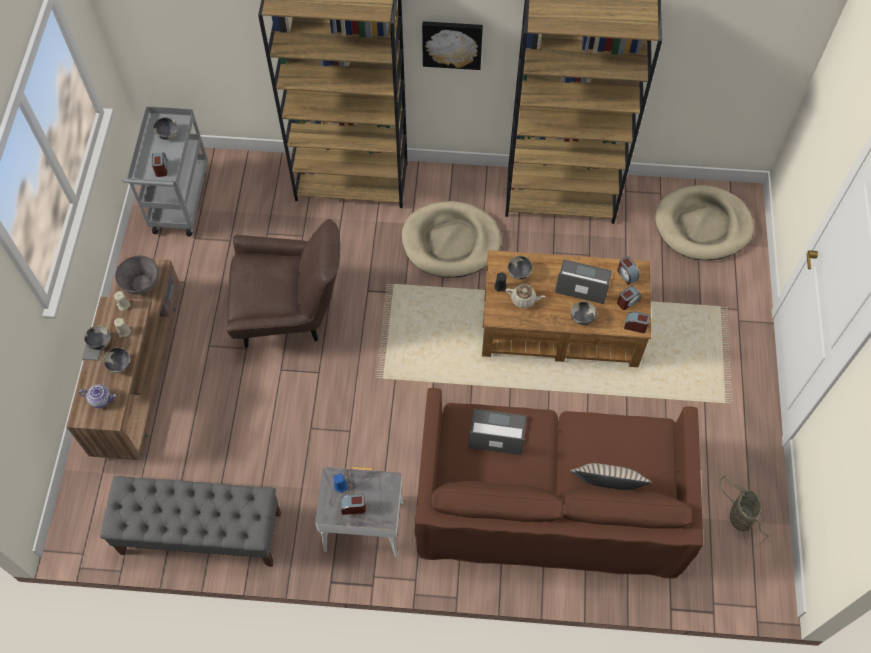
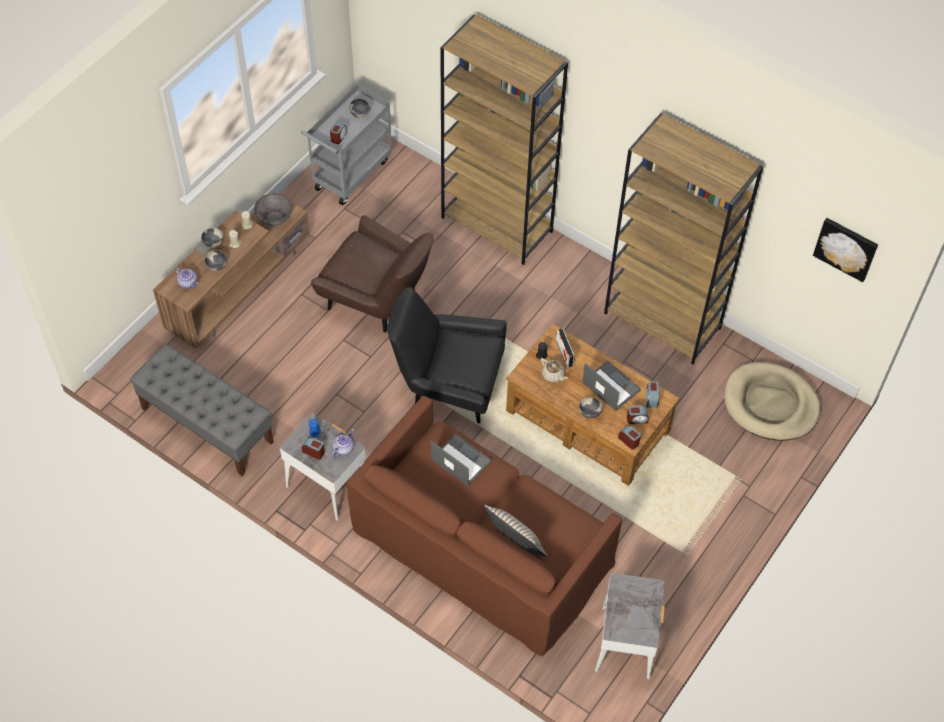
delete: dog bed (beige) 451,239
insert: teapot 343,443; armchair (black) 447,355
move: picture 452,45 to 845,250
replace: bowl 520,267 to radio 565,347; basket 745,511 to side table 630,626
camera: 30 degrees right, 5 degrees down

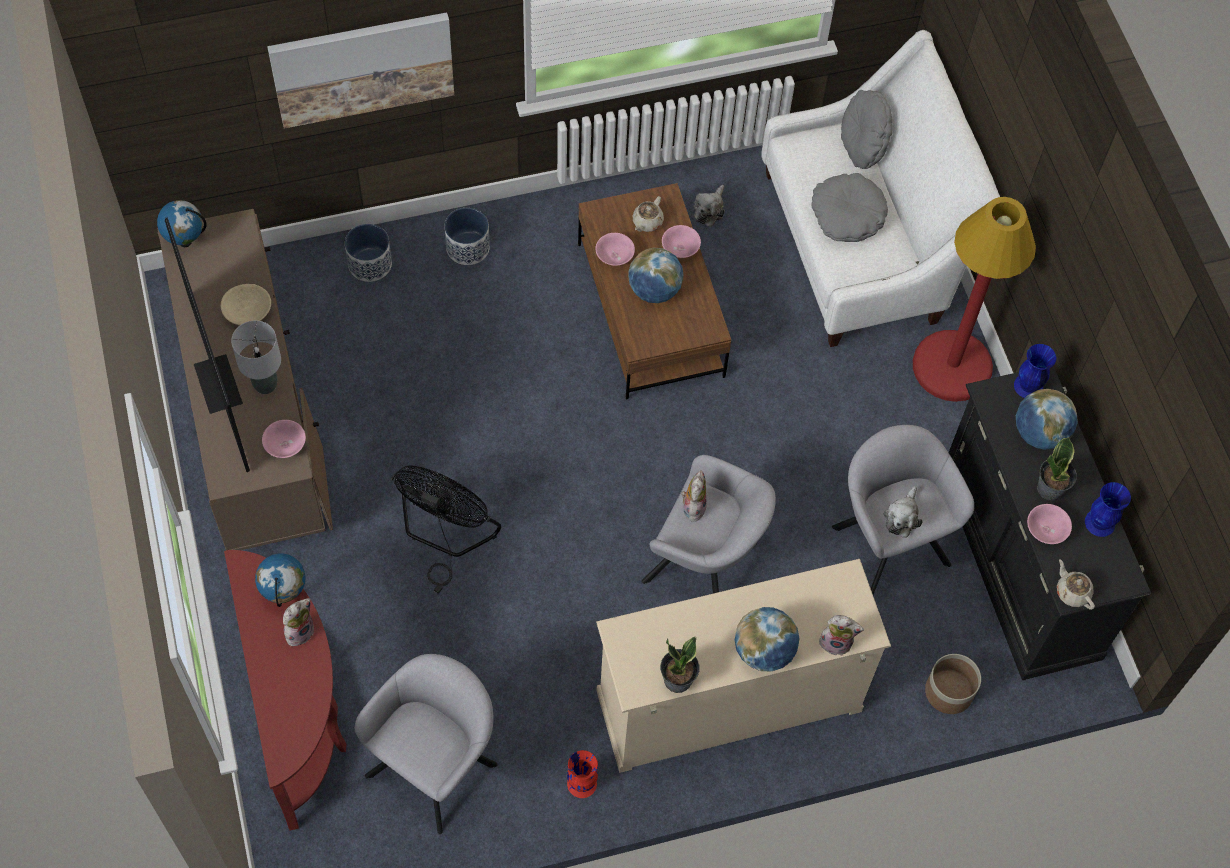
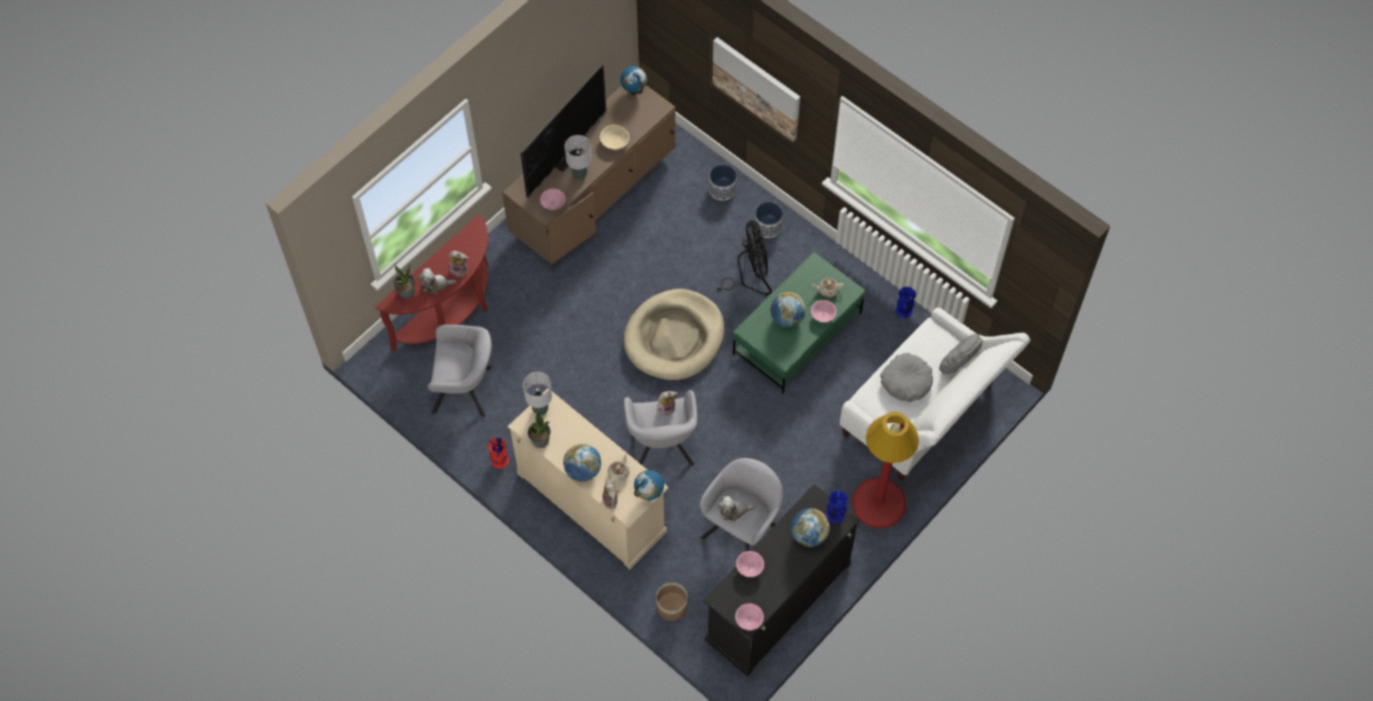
insert: table lamp (grey) 537,394; dog bed (beige) 674,335
move: globe 280,580 to 649,485; fan (black) 446,530 to 744,258; bowl (pink) 615,249 to 749,616; plush toy 709,206 to 437,281; potted plant 1057,469 to 404,280; teapot (beige) 1076,584 to 619,468; vase (blue) 1108,509 to 906,302
recolor: coffee table (brown) 654,291 to coffee table (green) 799,323
camera: 60 degrees right, 0 degrees up

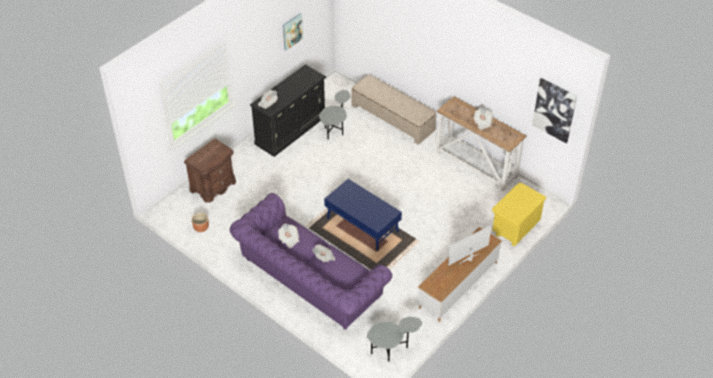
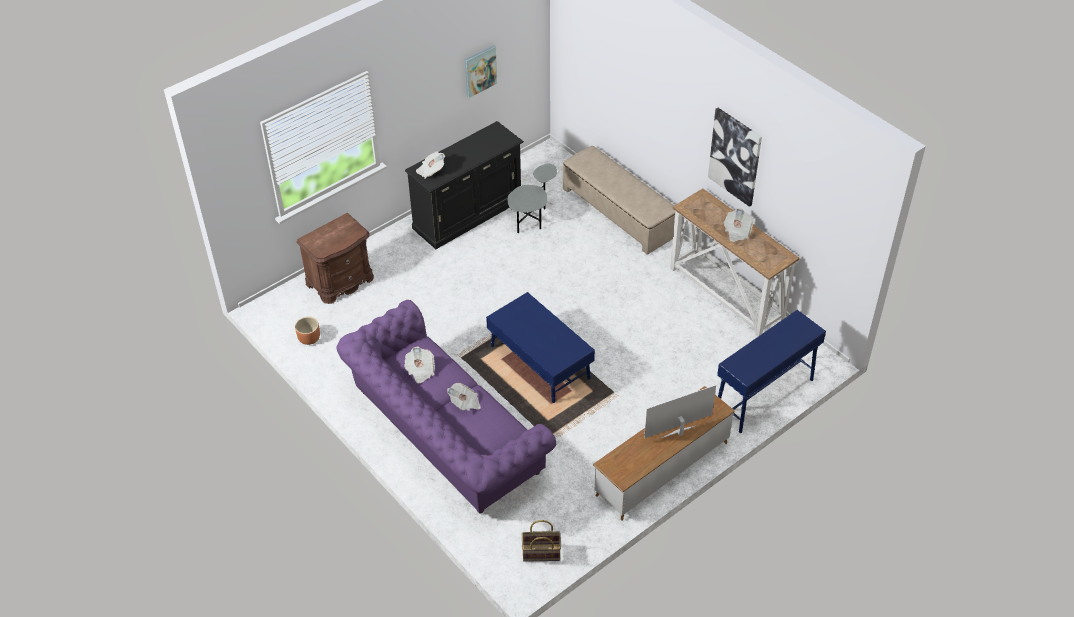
move: picture 554,110 to 735,157
replace: side table (grey) 394,339 to basket 541,541; nightstand (yellow) 519,214 to console table (blue) 771,371
camera: 10 degrees right, 0 degrees up

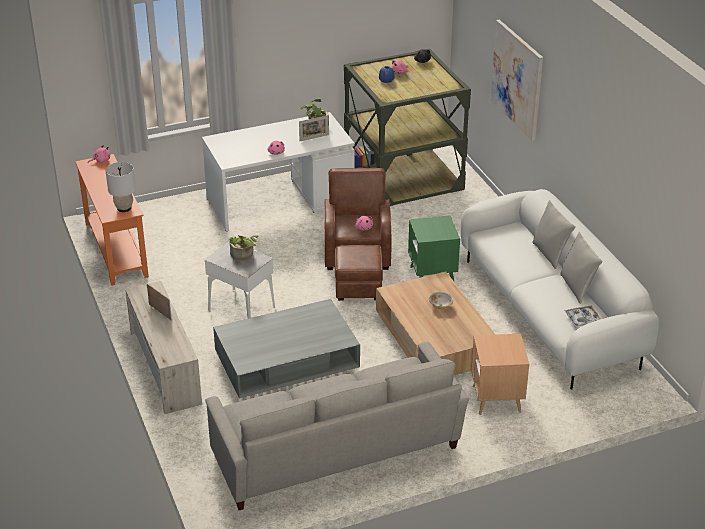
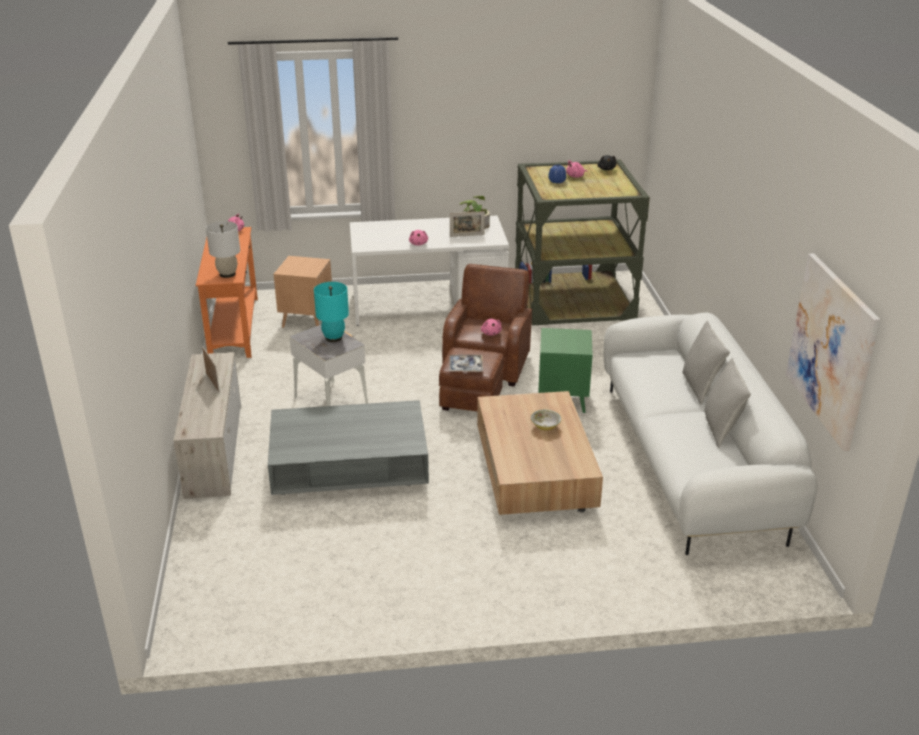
delete: sofa (grey) 337,426
move: side table (brown) 500,374 to 303,292; picture 517,80 to 833,352; tray 582,316 to 466,363
replace: potted plant 244,248 to table lamp (turquoise) 331,312
camera: 15 degrees right, 5 degrees down

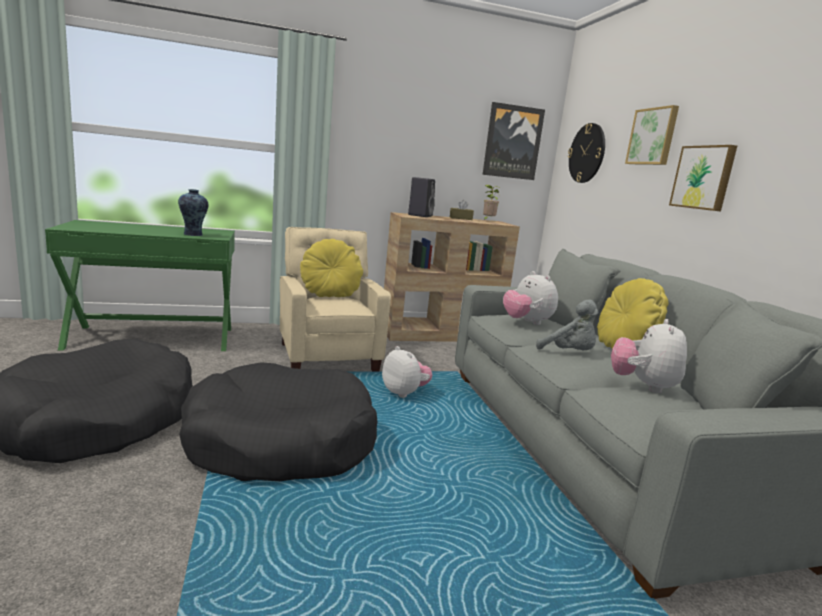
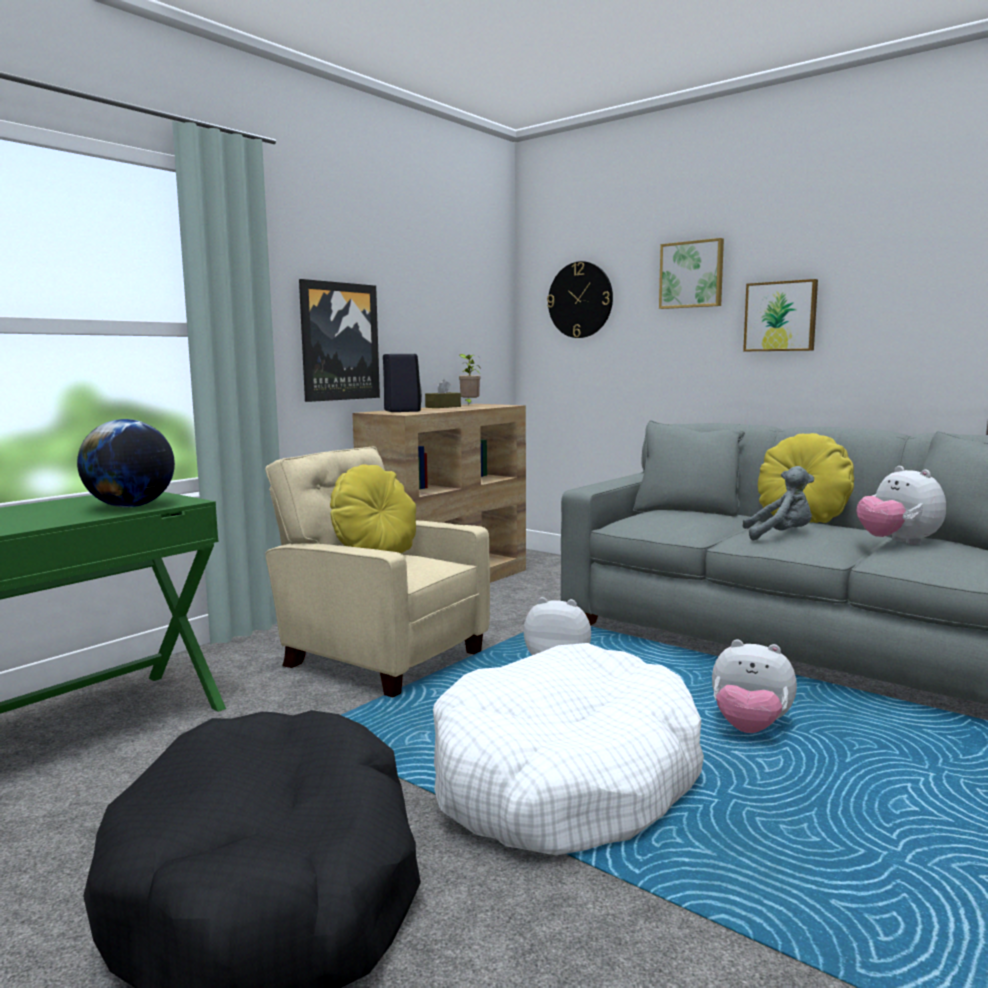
move: picture 514,141 to 339,340; plush toy 530,298 to 754,686
replace: vase 193,212 to globe 126,463
recolor: dog bed (black) 278,421 to dog bed (white) 568,749
camera: 35 degrees left, 5 degrees down

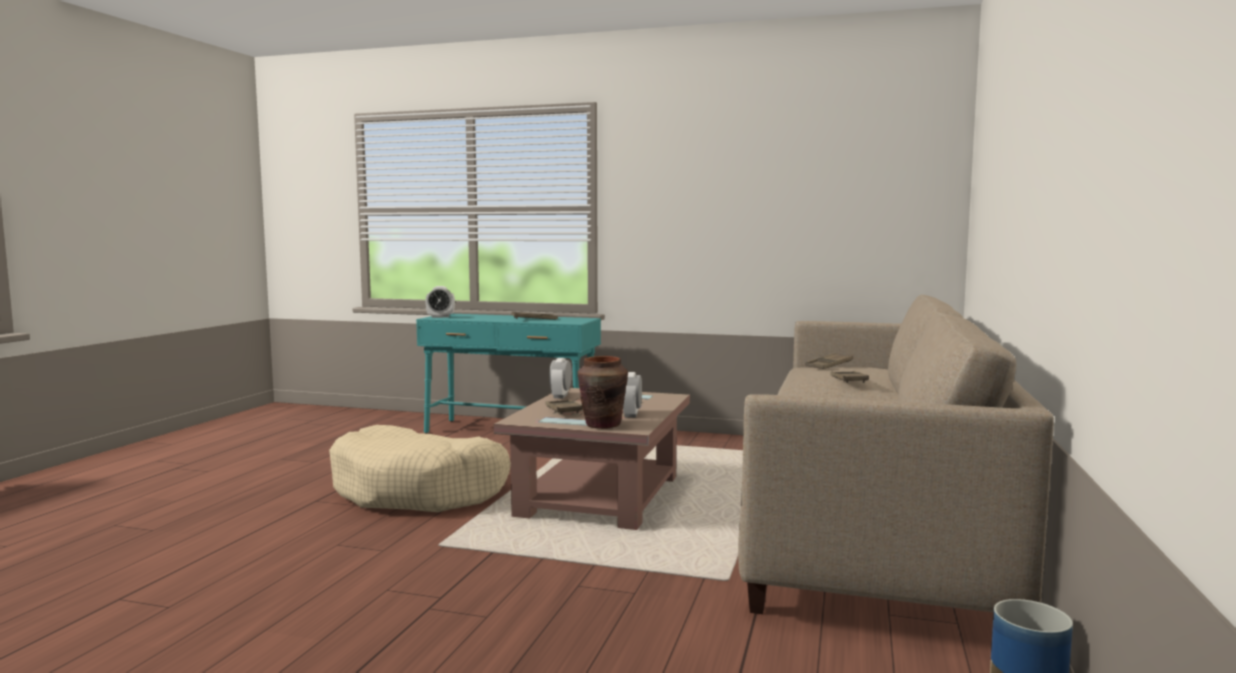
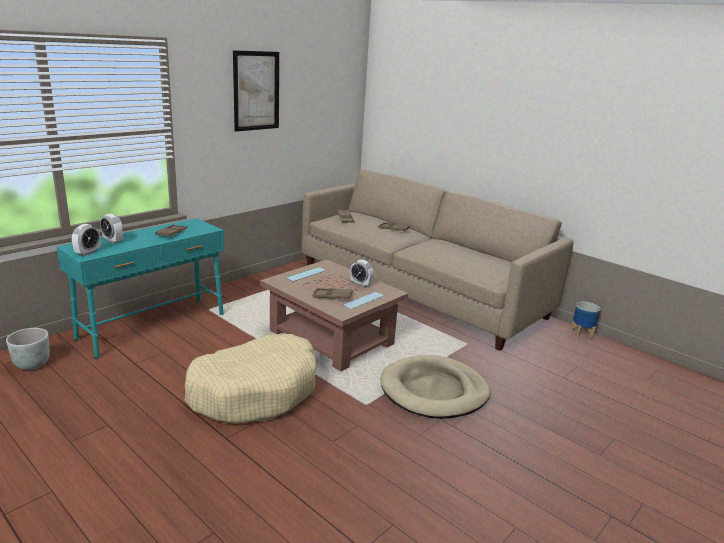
delete: vase (brown) 602,392
insert: planter (grey) 28,349; picture 256,91; dog bed (beige) 435,387
move: alarm clock 560,378 to 111,228
camera: 65 degrees left, 15 degrees up

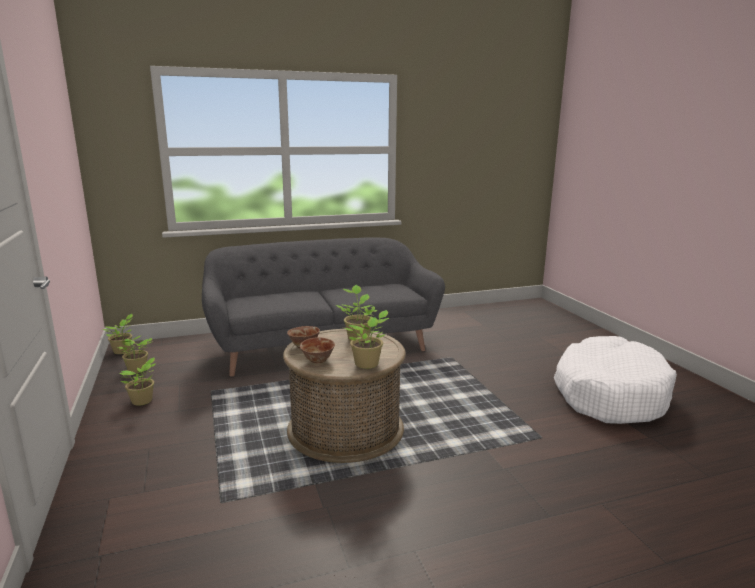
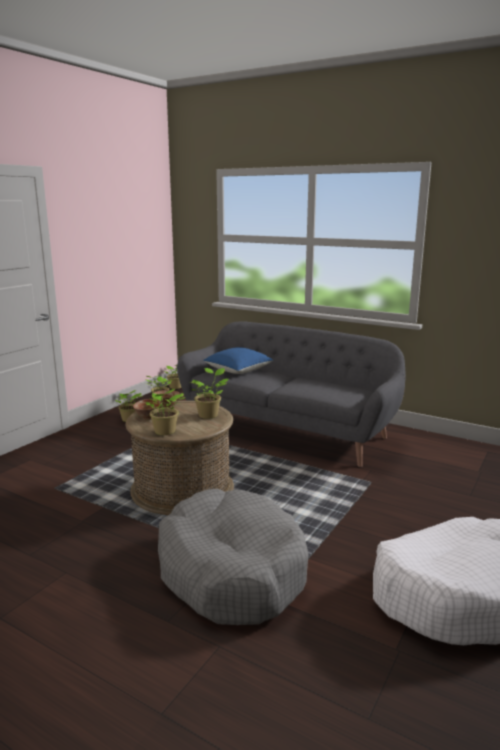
insert: dog bed (grey) 233,557; pillow (blue) 238,360
camera: 50 degrees right, 0 degrees up

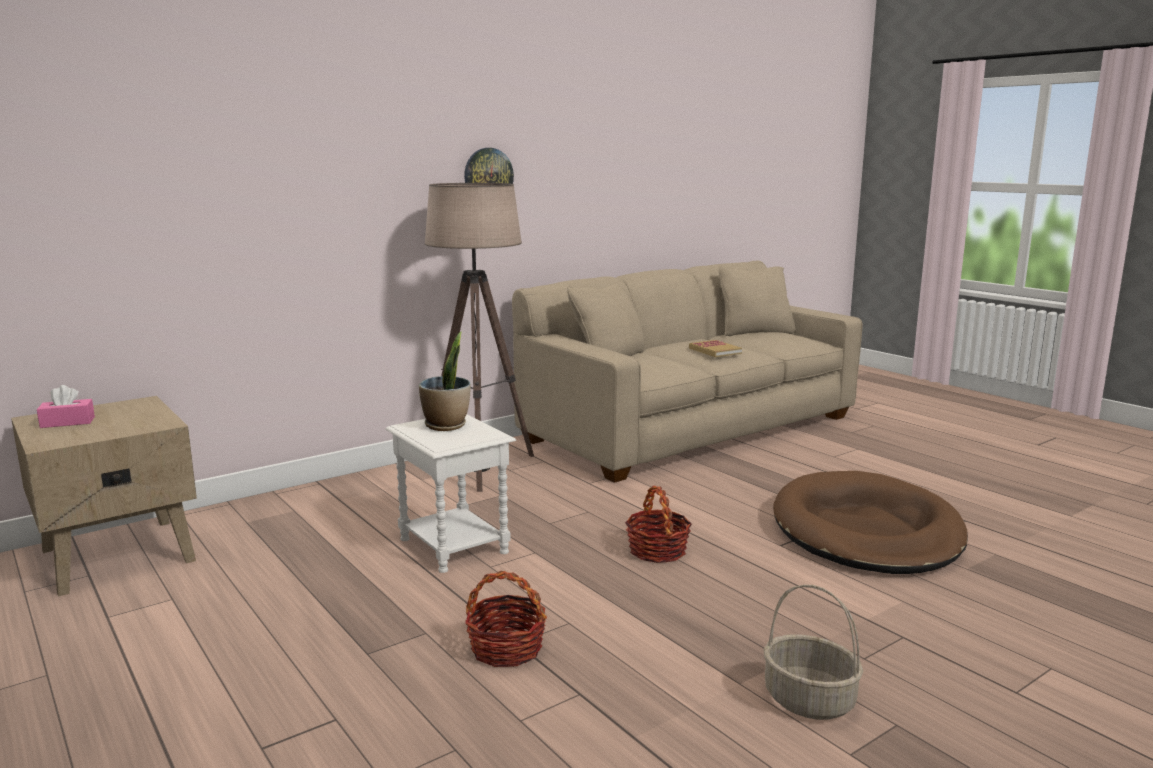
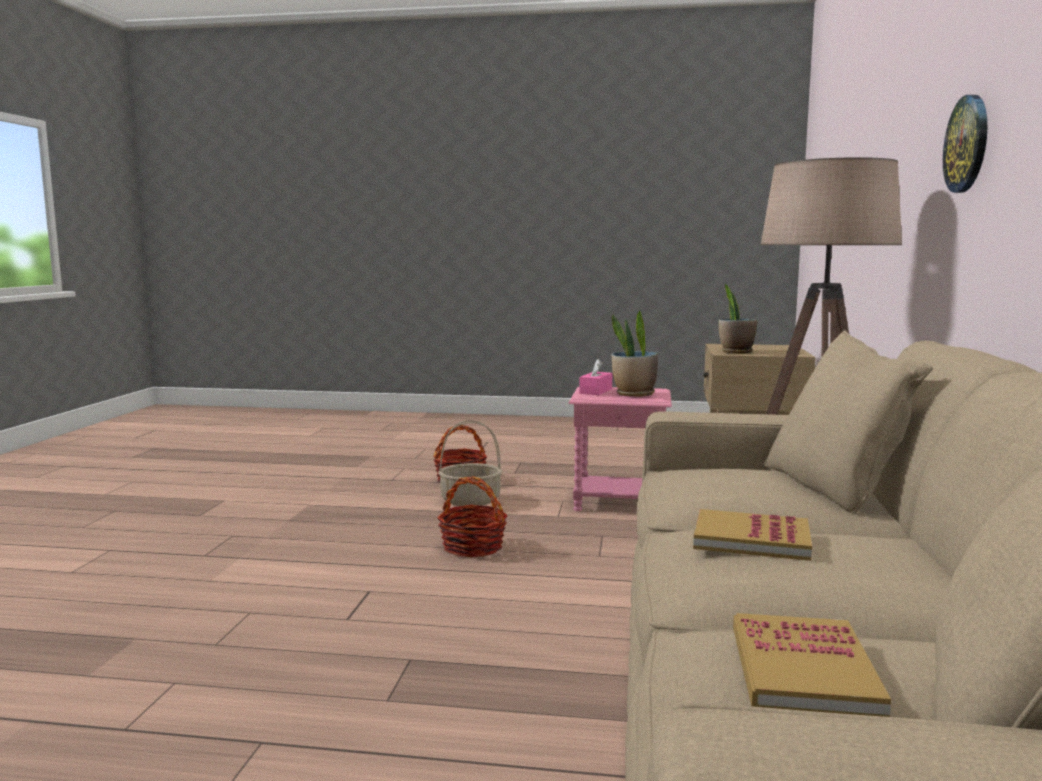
delete: dog bed (brown) 870,522
insert: potted plant 738,318; book 812,665
move: tissue box (pink) 66,406 to 595,377; basket 813,652 to 470,463
recolor: side table (white) 450,493 to side table (pink) 620,449
camera: 135 degrees right, 5 degrees down

